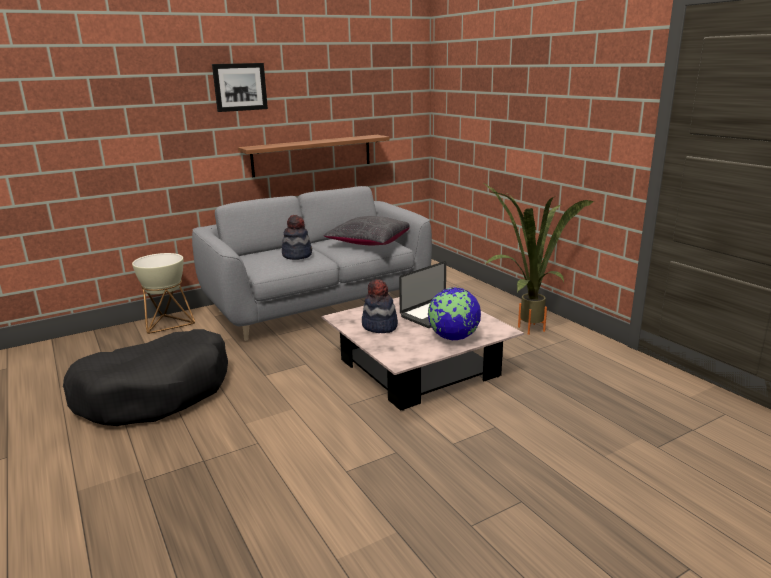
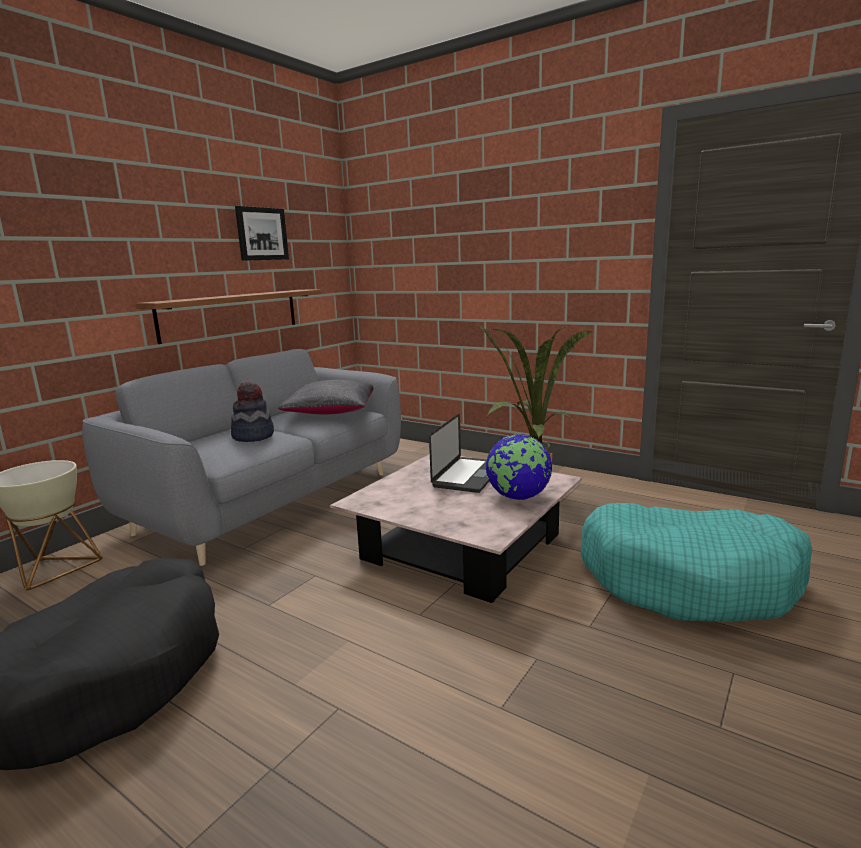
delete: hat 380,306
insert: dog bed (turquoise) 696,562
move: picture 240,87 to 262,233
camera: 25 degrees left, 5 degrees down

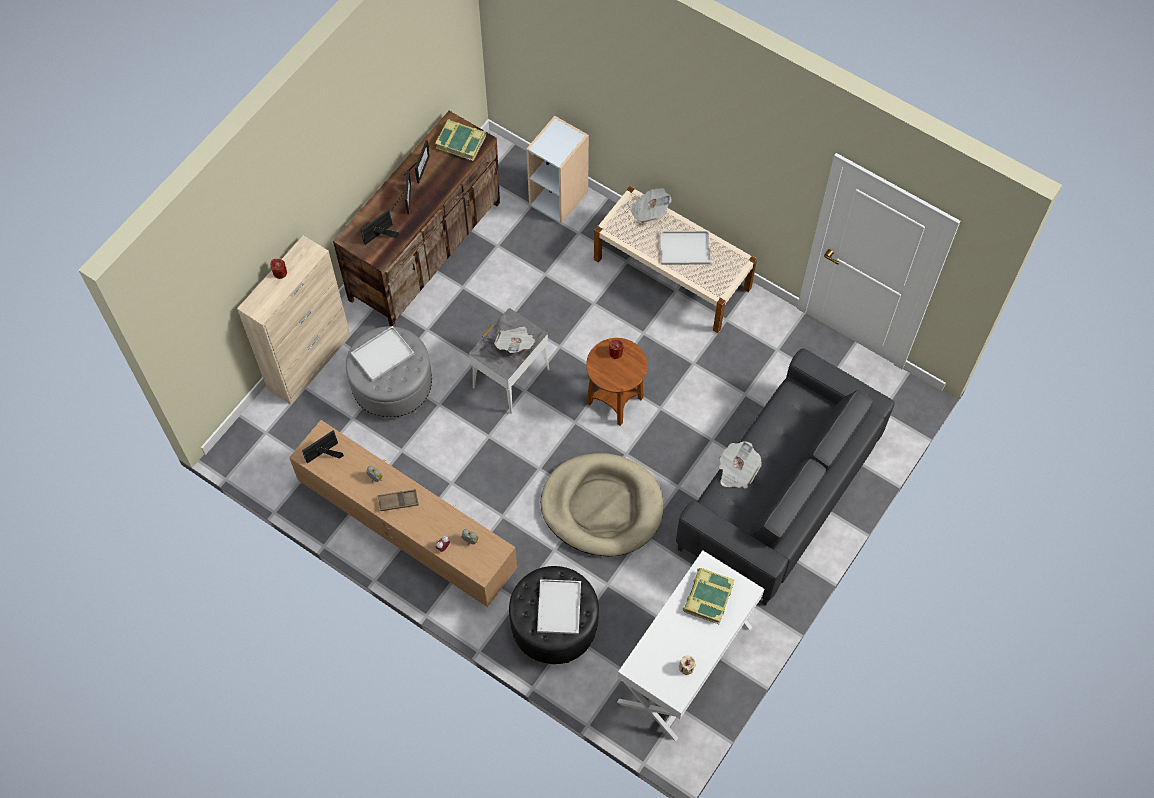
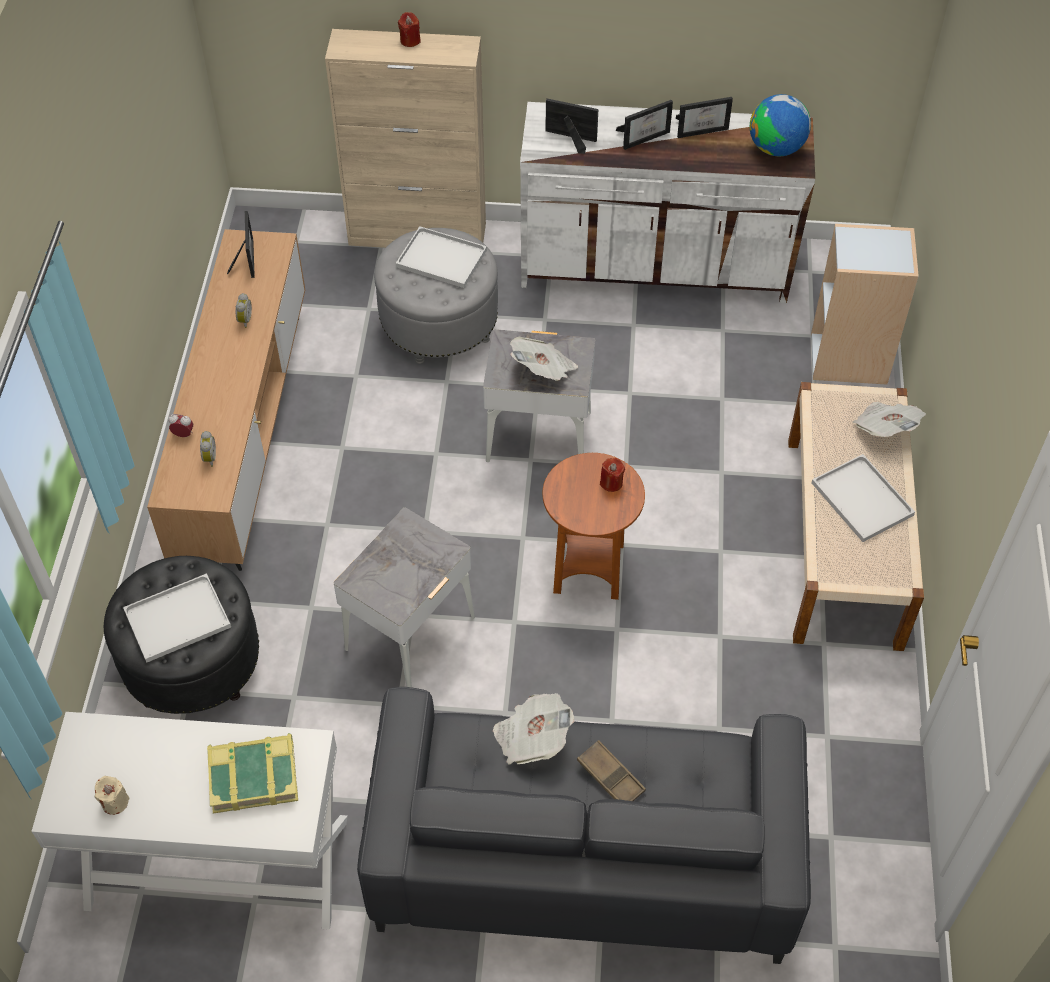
move: tray (brown) 398,500 to 611,770
replace: book 460,140 to globe 780,125; dog bed (beige) 602,504 to side table 404,597
recolor: cabinet (brown) 416,219 to cabinet (white) 667,202
rotate: picture frame 323,446 = 241,244 60 degrees clockwise
camera: 60 degrees right, 10 degrees down

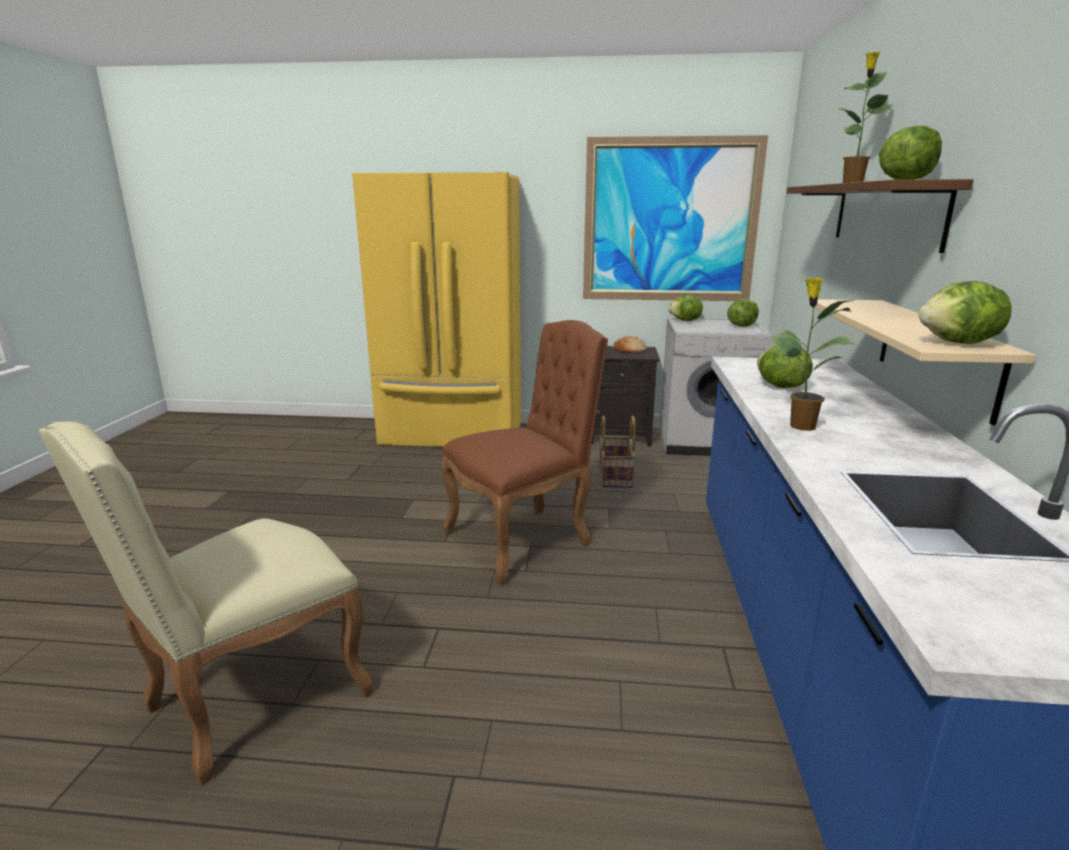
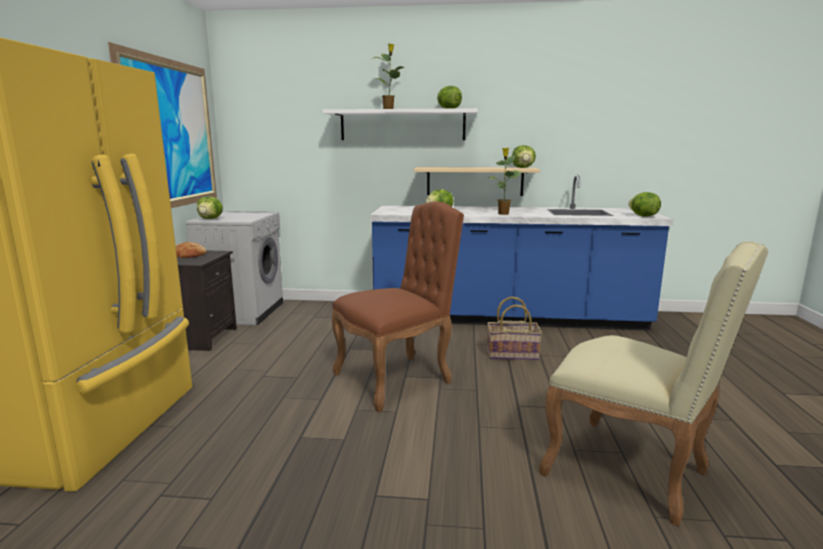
move: basket 617,451 to 514,328; lettuce 743,313 to 644,204
recolor: shelf (brown) 880,216 to shelf (white) 400,124
rotate: chair (brown) 525,453 = 398,306 90 degrees clockwise
camera: 90 degrees left, 5 degrees down

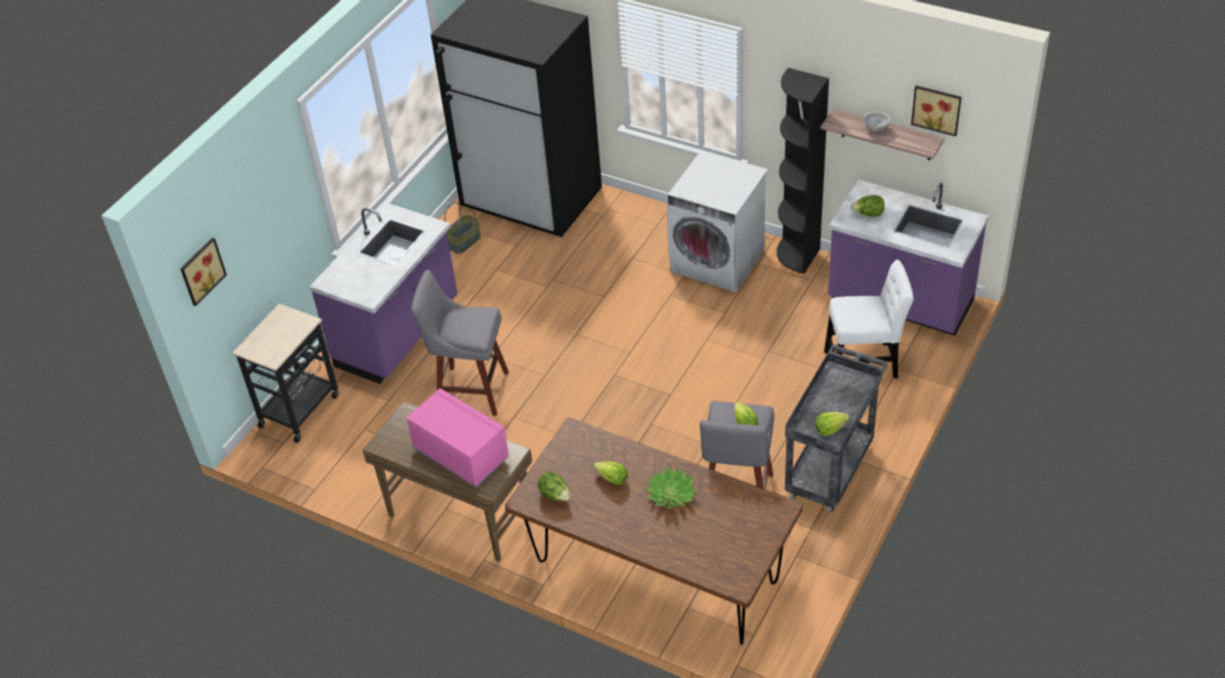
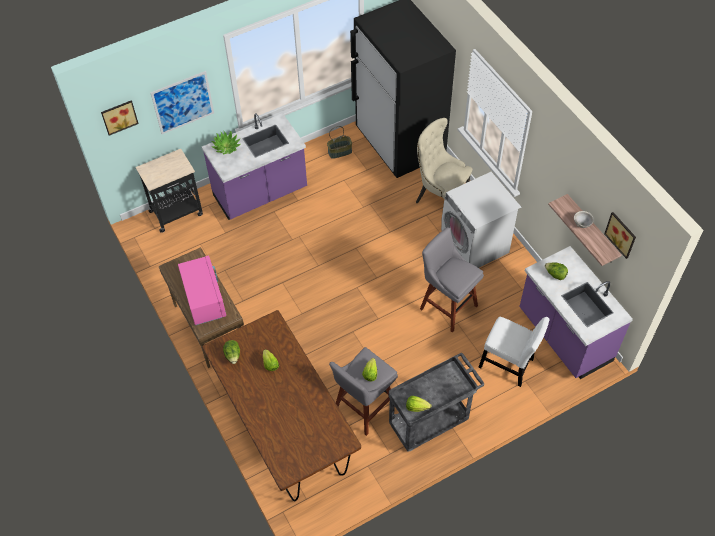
delete: bookcase (black) 803,171
insert: picture 182,102; chair (beige) 444,160
move: stool (grey) 460,343 to 452,280; potted plant 671,487 to 226,142
camera: 30 degrees right, 10 degrees up

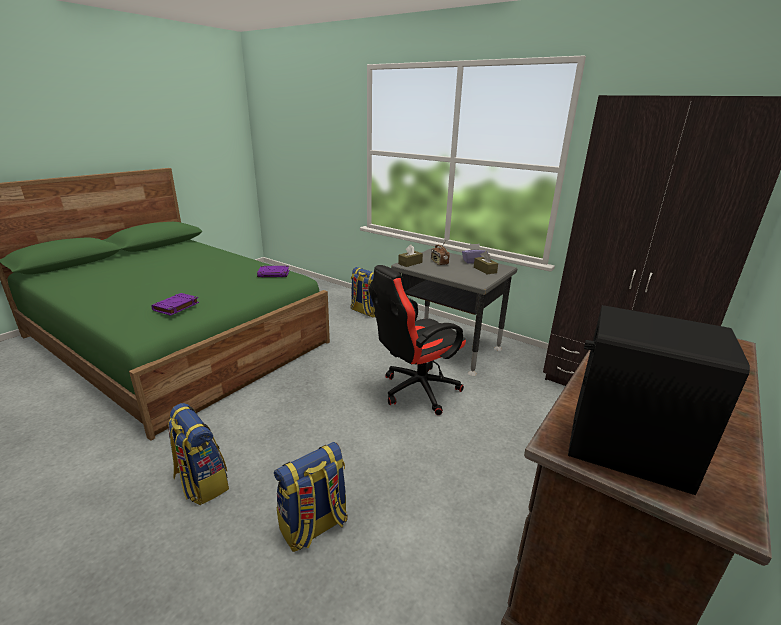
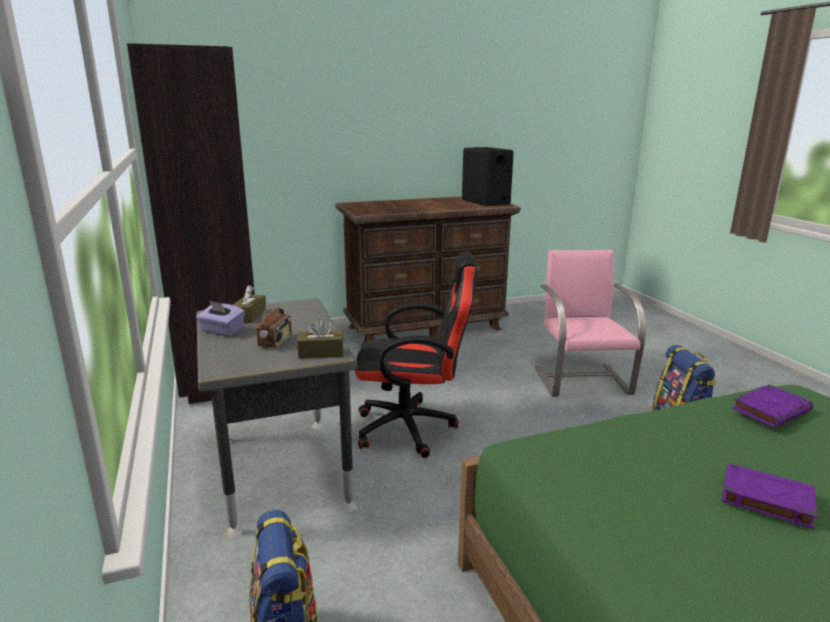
move: book (purple) 273,271 to 769,496
replace: backpack 311,497 to chair (pink) 590,323
camera: 145 degrees left, 5 degrees down

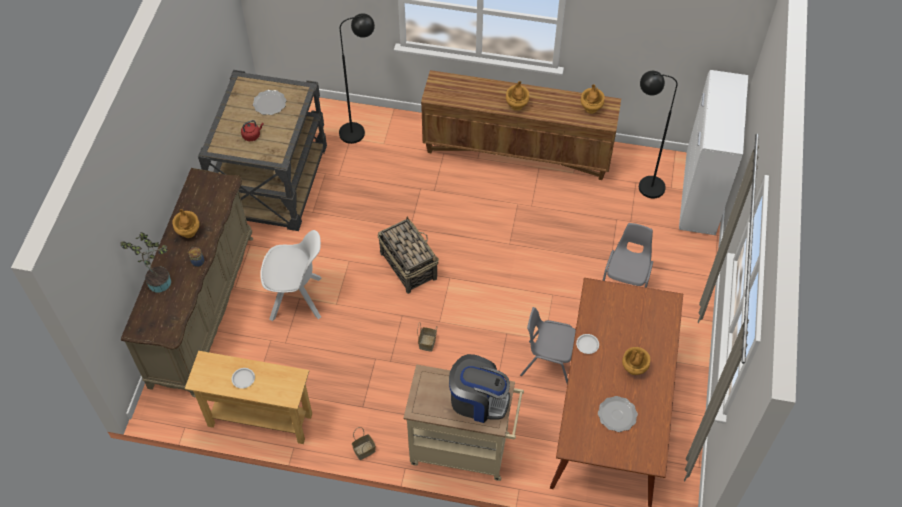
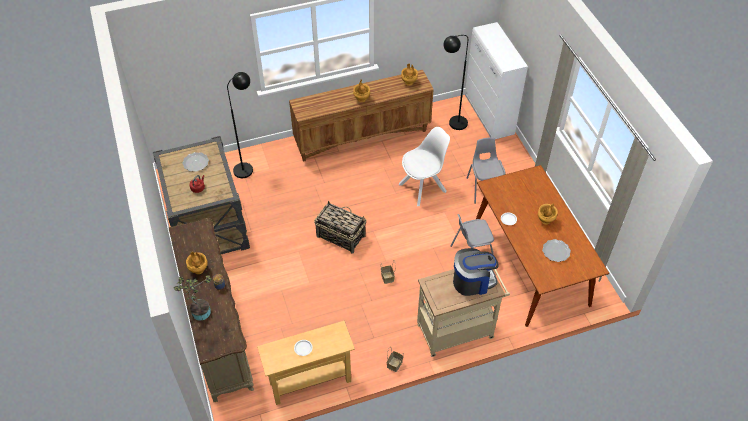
move: chair (white) 291,275 to 424,166
camera: 30 degrees left, 5 degrees down

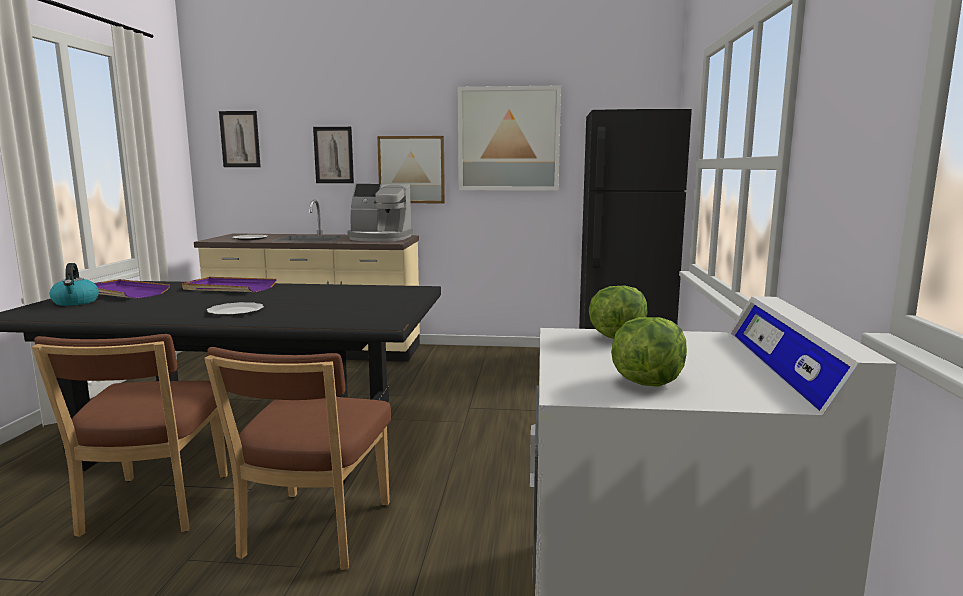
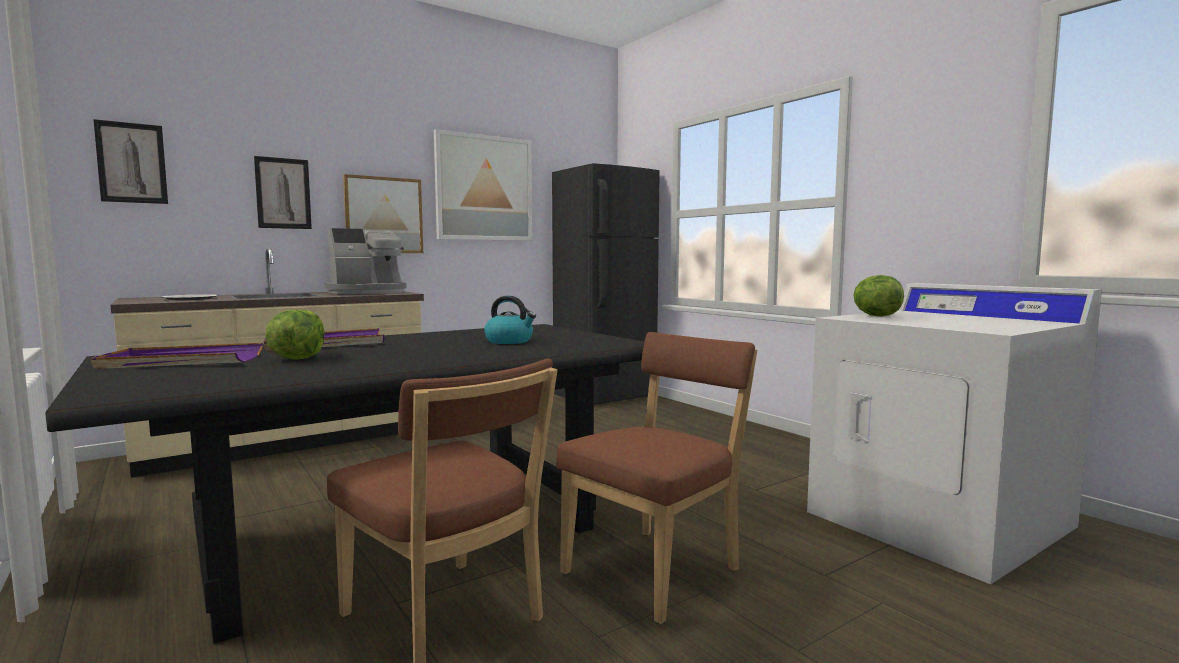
delete: plate 235,309
move: kettle 74,284 to 510,320; lettuce 649,352 to 295,334
rotate: chair (brown) 297,458 = 656,478 105 degrees counterclockwise
camera: 40 degrees left, 5 degrees down

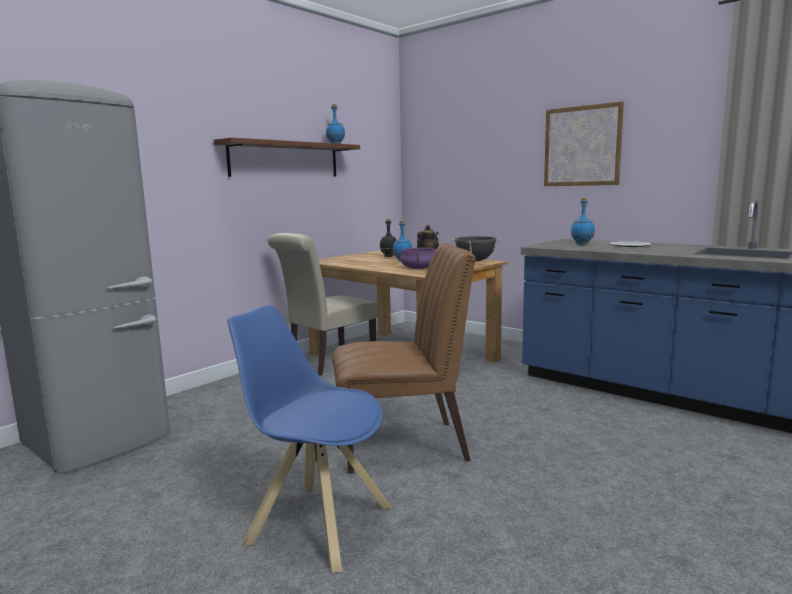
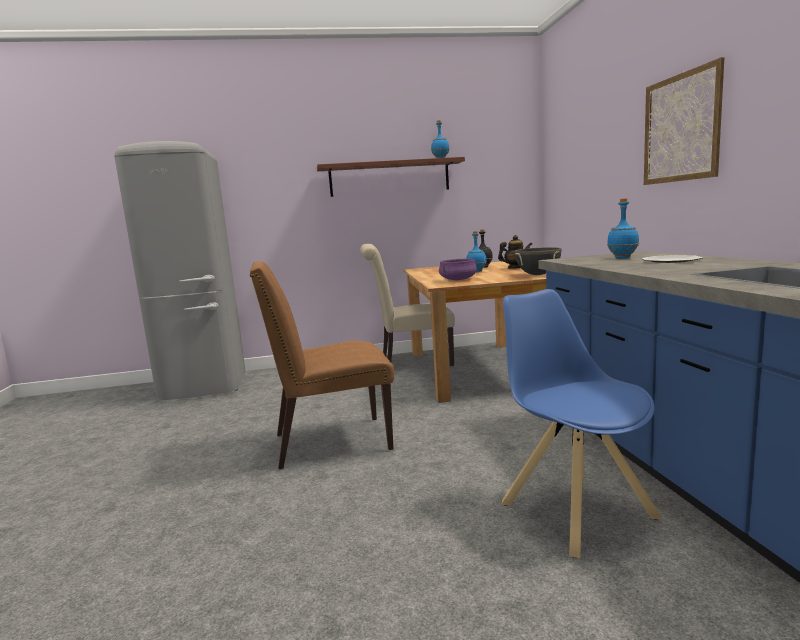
move: chair (blue) 309,439 to 581,423
rotate: chair (brown) 404,358 = 322,365 135 degrees clockwise
camera: 40 degrees right, 0 degrees up

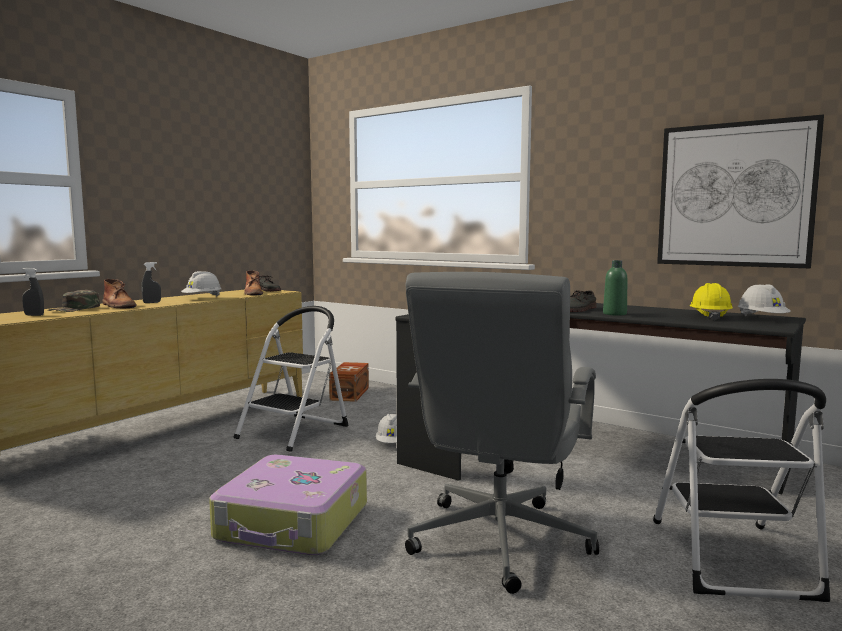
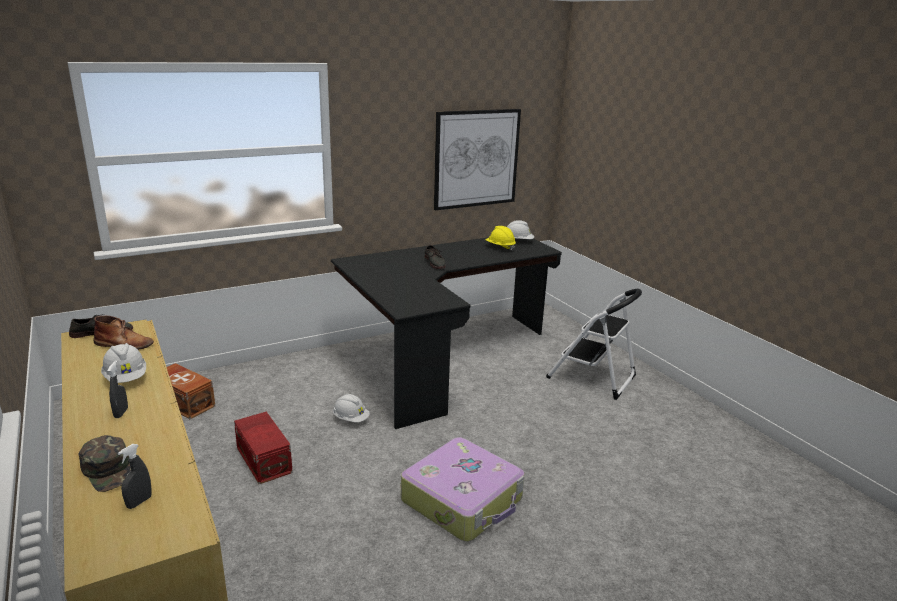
delete: boot (brown) 119,293; office chair (grey) 502,433; bottle (green) 615,288
replace: step ladder 290,379 to storage box (red) 263,448
camera: 65 degrees left, 15 degrees up

